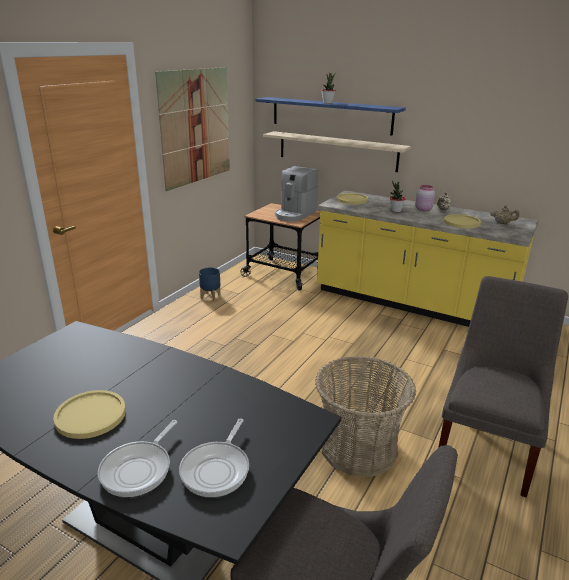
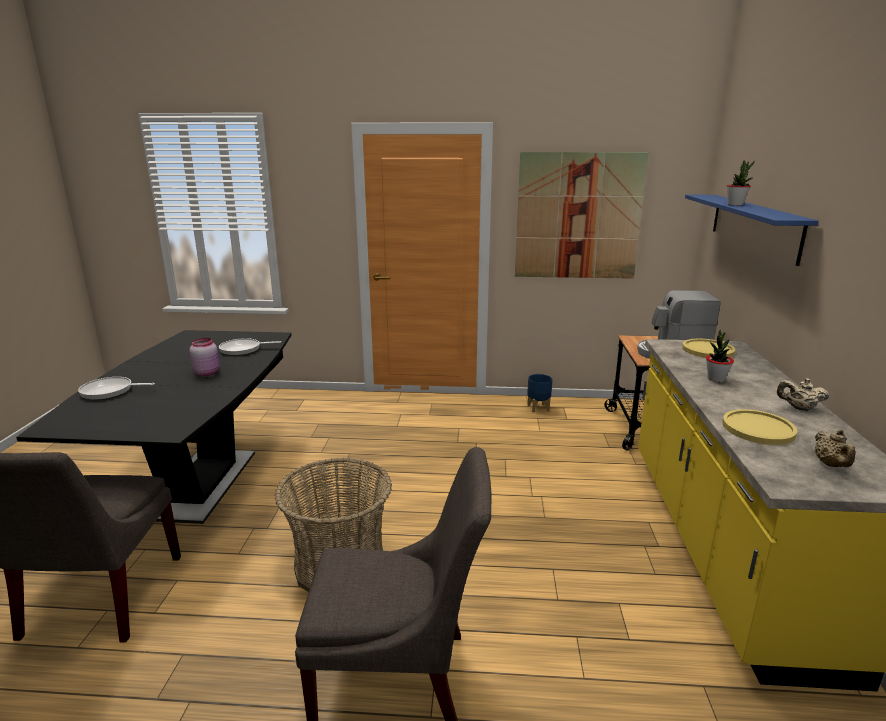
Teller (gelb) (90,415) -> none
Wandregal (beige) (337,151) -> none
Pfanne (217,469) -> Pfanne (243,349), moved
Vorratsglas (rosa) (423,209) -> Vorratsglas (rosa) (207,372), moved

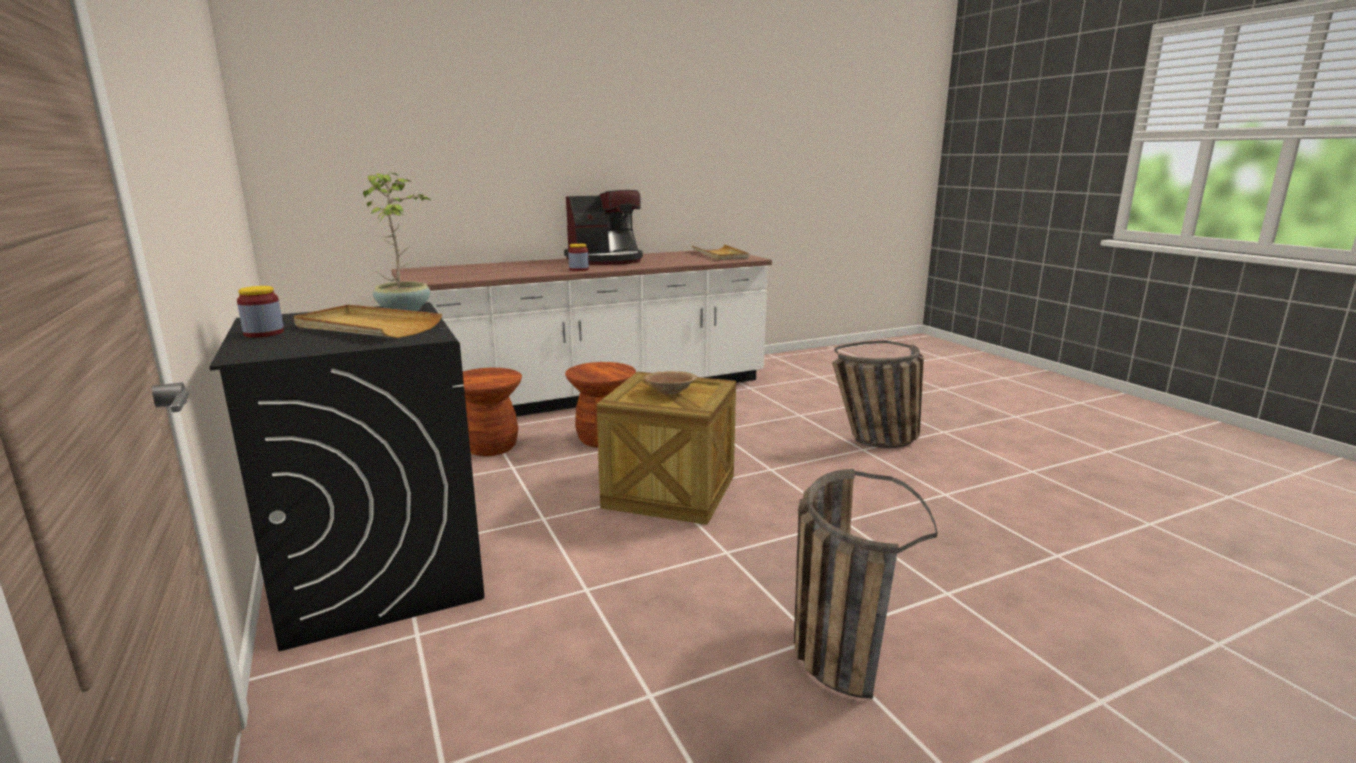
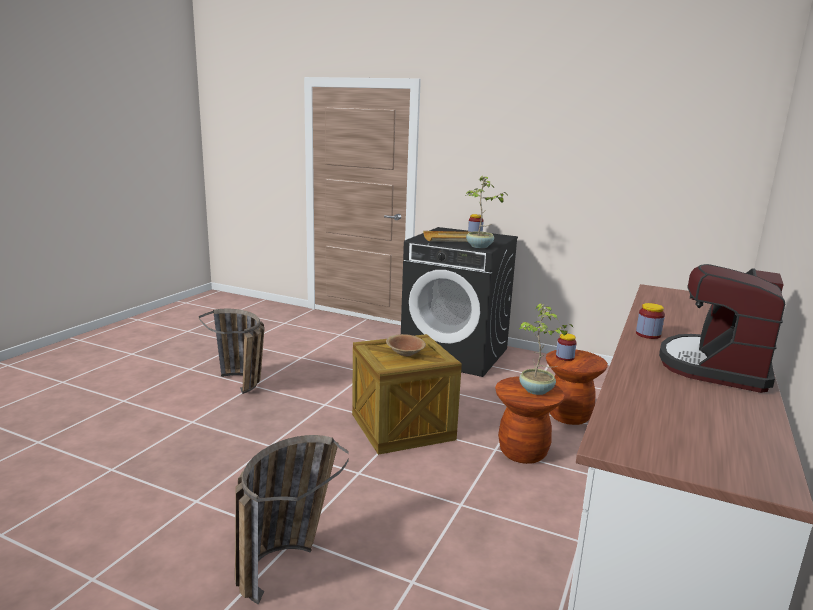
Tablett (beige) (720,255) -> none
none -> Topfpflanze (537,390)
none -> Vorratsglas (565,357)

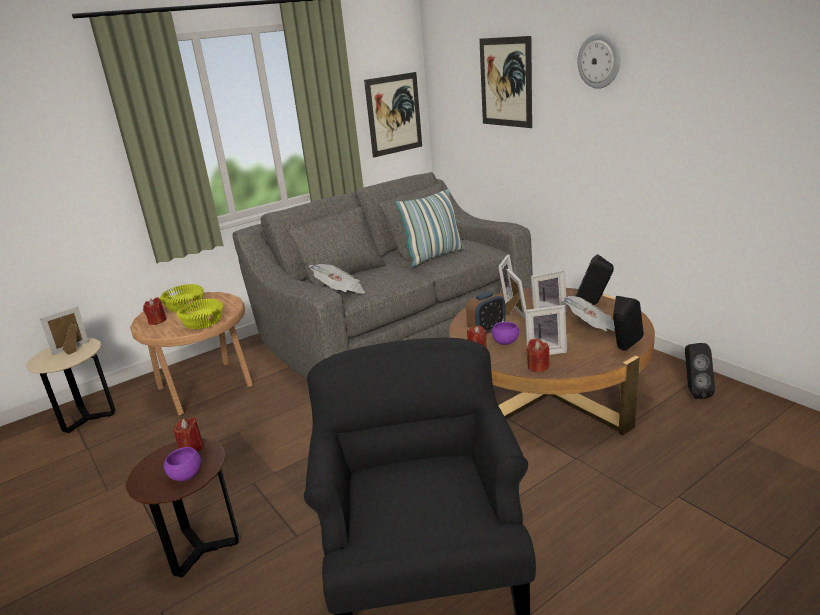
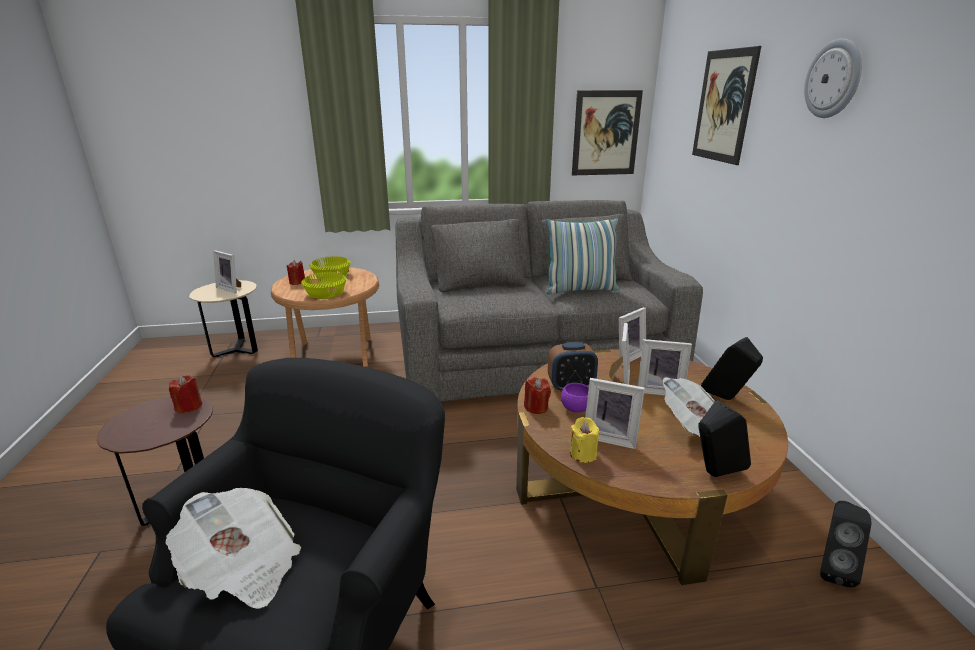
Schüssel (lila) (186,475) -> none
Zeitung (340,292) -> Zeitung (242,568), moved
Kerze (rot) (538,367) -> Kerze (gelb) (583,454)
Bilderrahmen (72,350) -> Bilderrahmen (231,288), 135 degrees counterclockwise

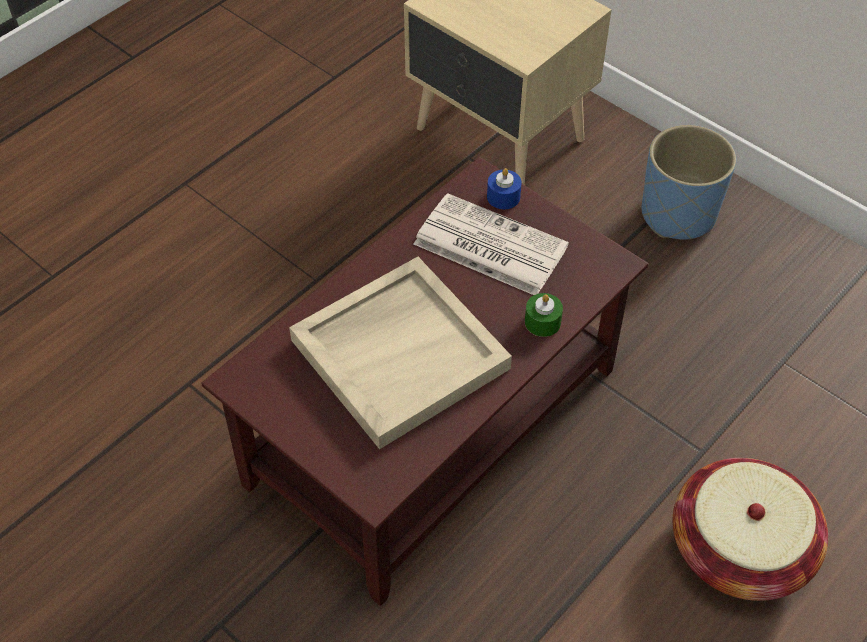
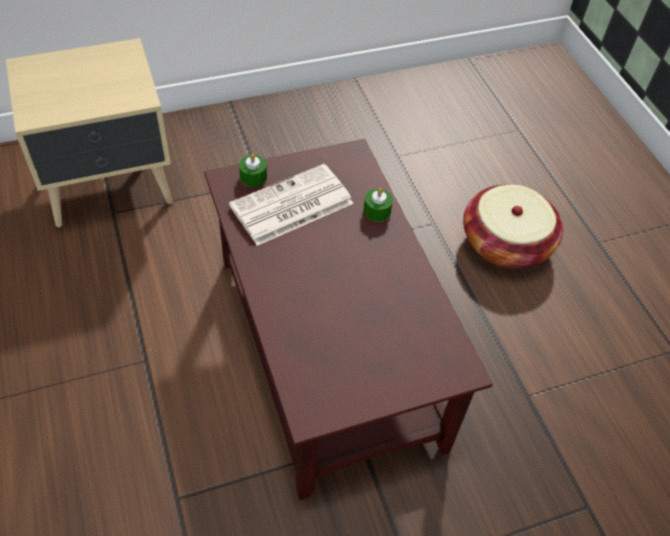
Tablett (beige) (400,352) -> none
Pflanzkübel (blau) (677,215) -> none
Kerze (blau) (503,197) -> Kerze (grün) (253,177)

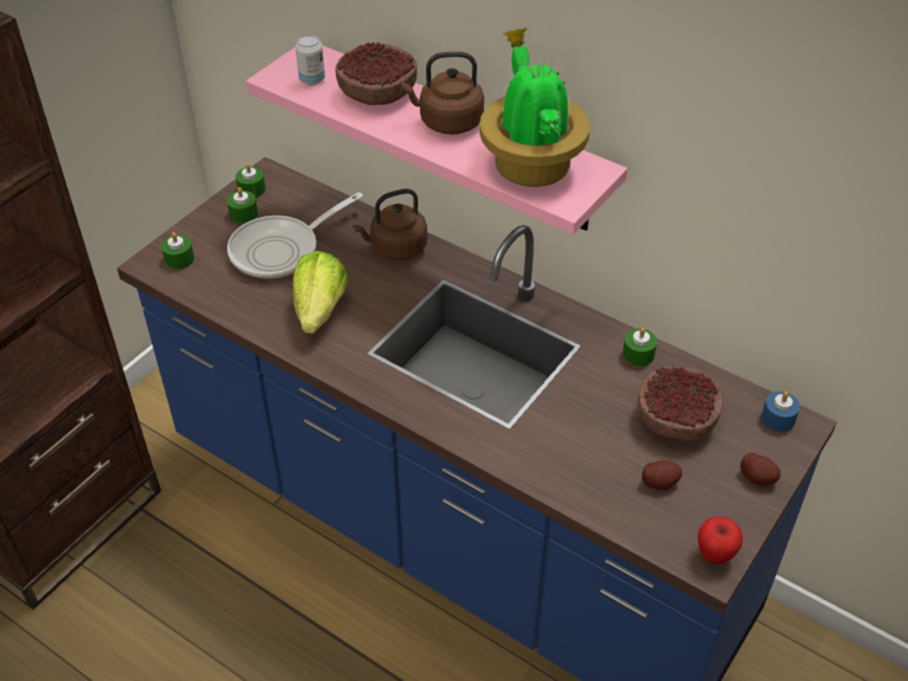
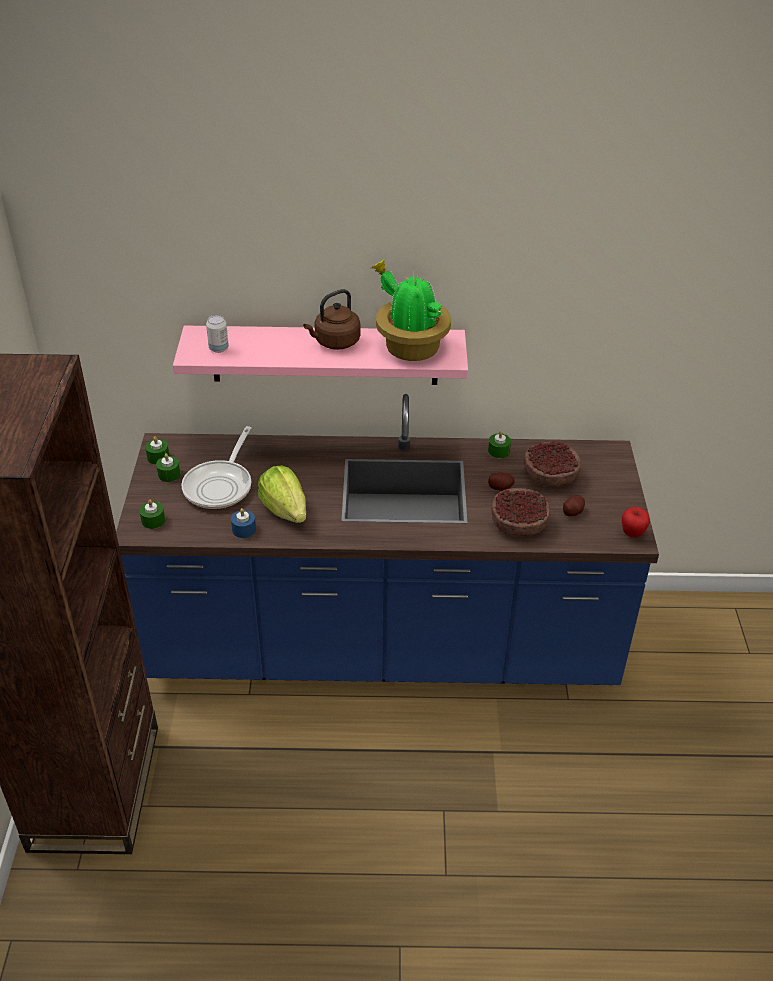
Wasserkessel (braun) (395,248) -> none
Schüssel (377,92) -> Schüssel (519,524), moved
Kartoffel (758,477) -> Kartoffel (500,487), moved
Kerze (blau) (778,418) -> Kerze (blau) (244,529), moved

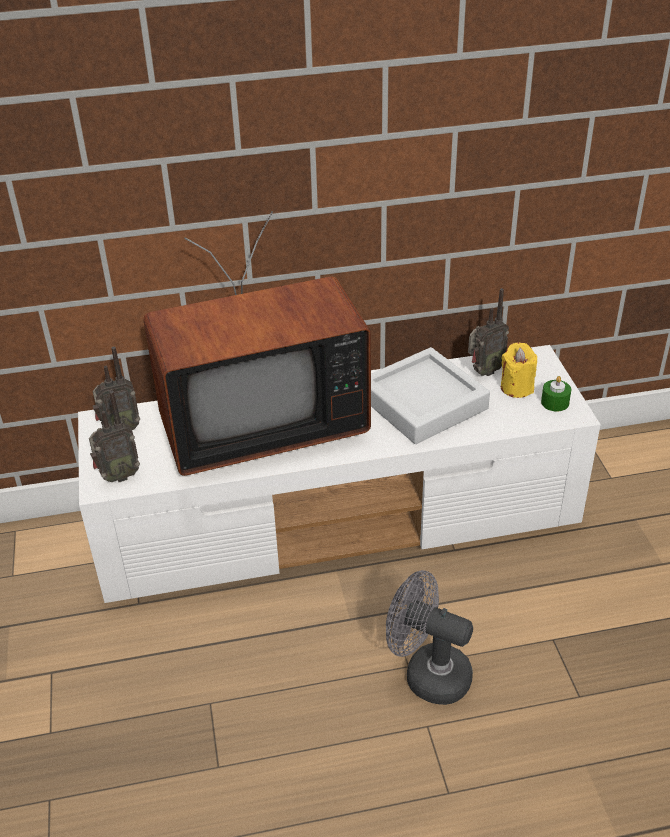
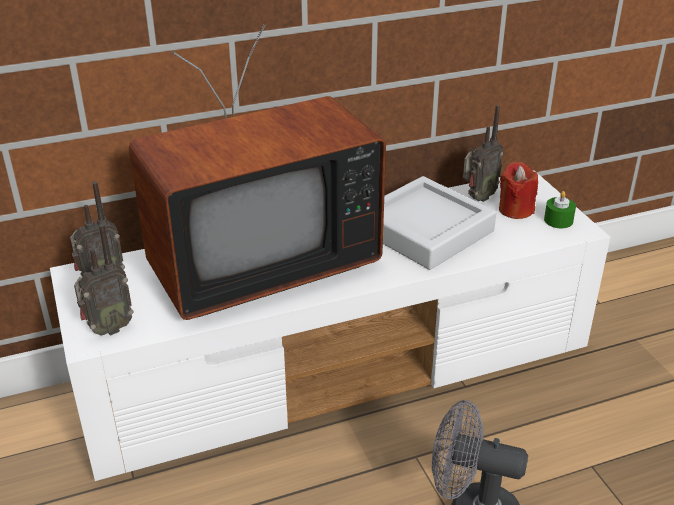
Kerze (gelb) (516,387) -> Kerze (rot) (515,210)

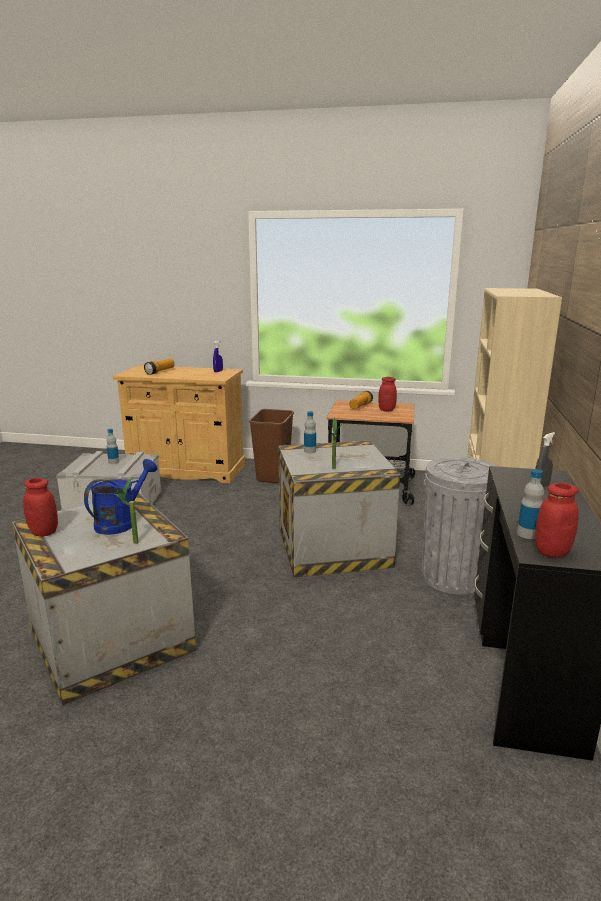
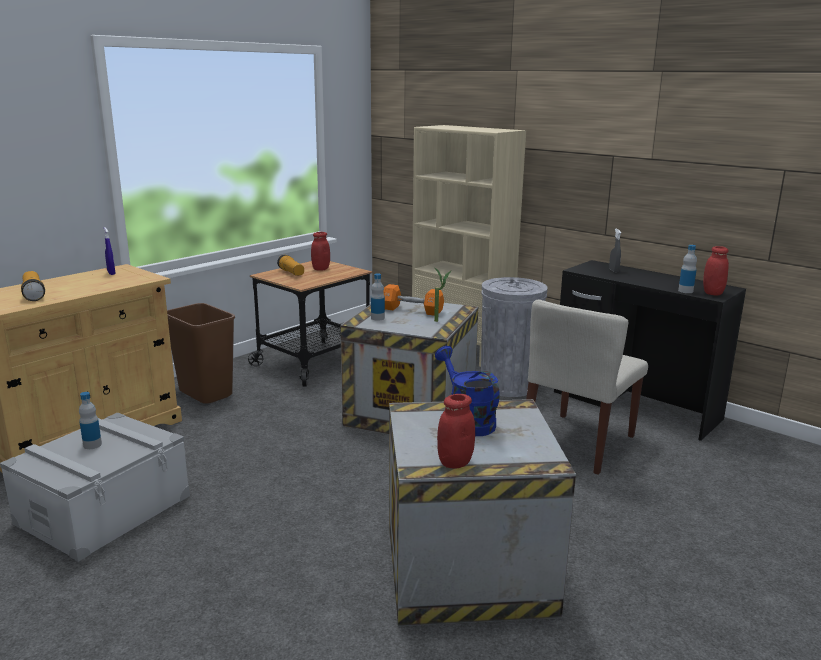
Topfpflanze (131,544) -> none
none -> Hantel (orange) (412,310)
none -> Stuhl (beige) (578,443)

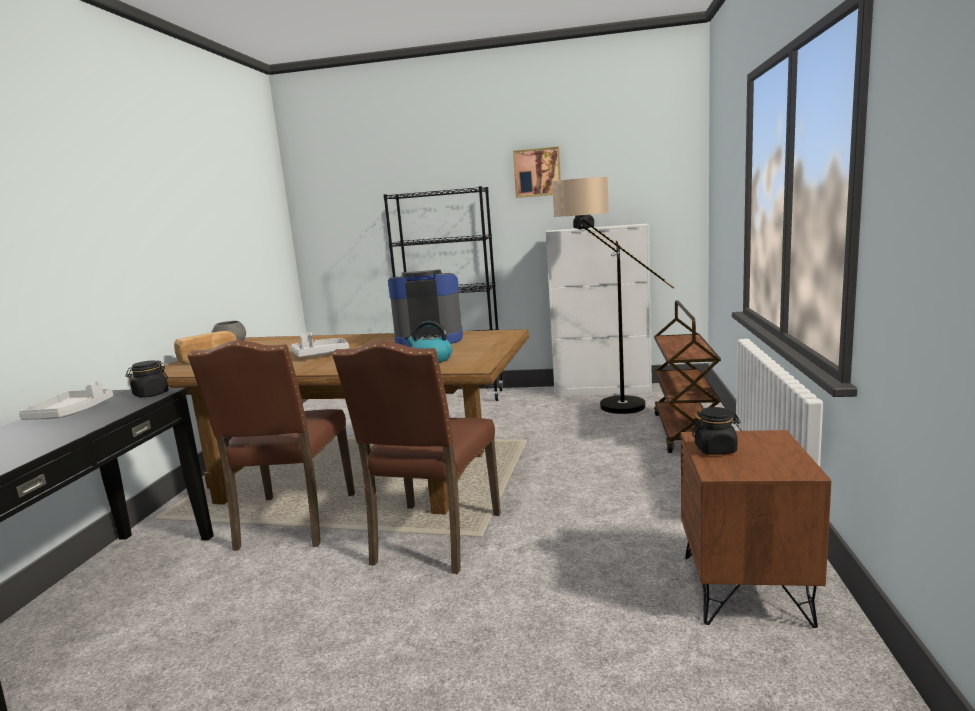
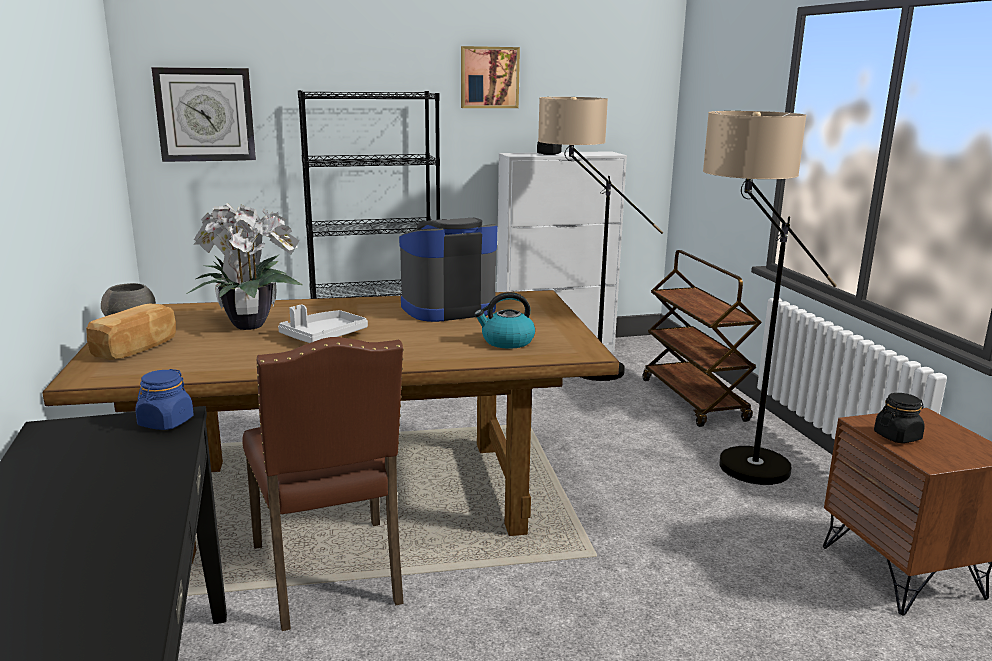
Tablett (grau) (71,413) -> none
Stuhl (braun) (433,539) -> none
none -> Wanduhr (205,114)
none -> Topfpflanze (247,325)
none -> Stehlampe (733,474)
Vorratsglas (schwarz) (151,394) -> Vorratsglas (blau) (166,422)

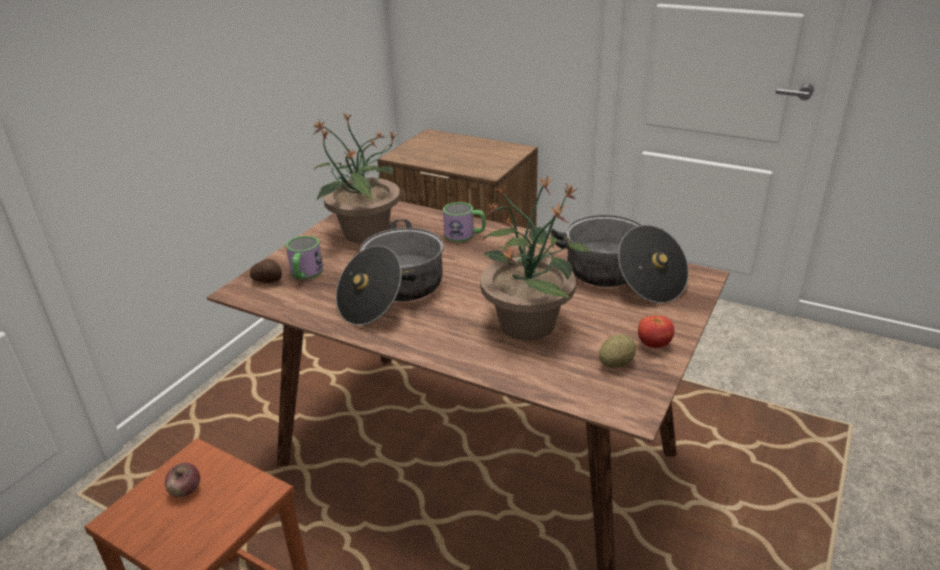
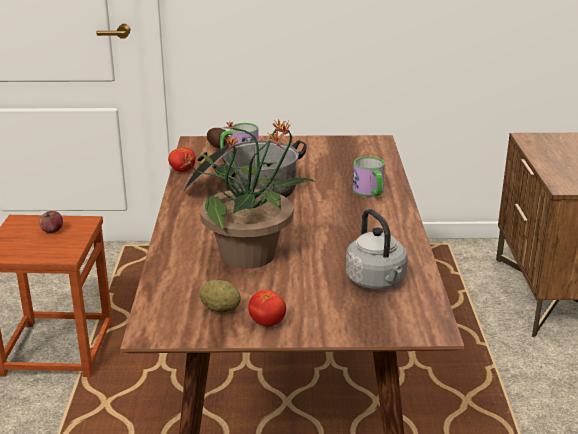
Topfpflanze (364,232) -> none
none -> Tomate (182,171)
Kochtopf (620,277) -> Wasserkessel (grau) (377,282)

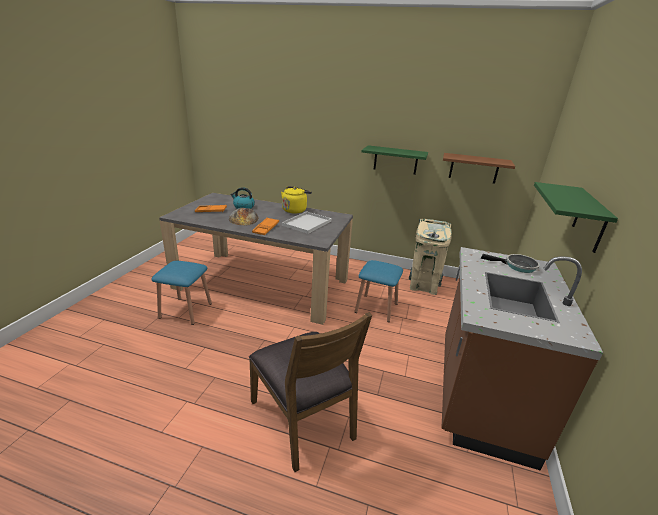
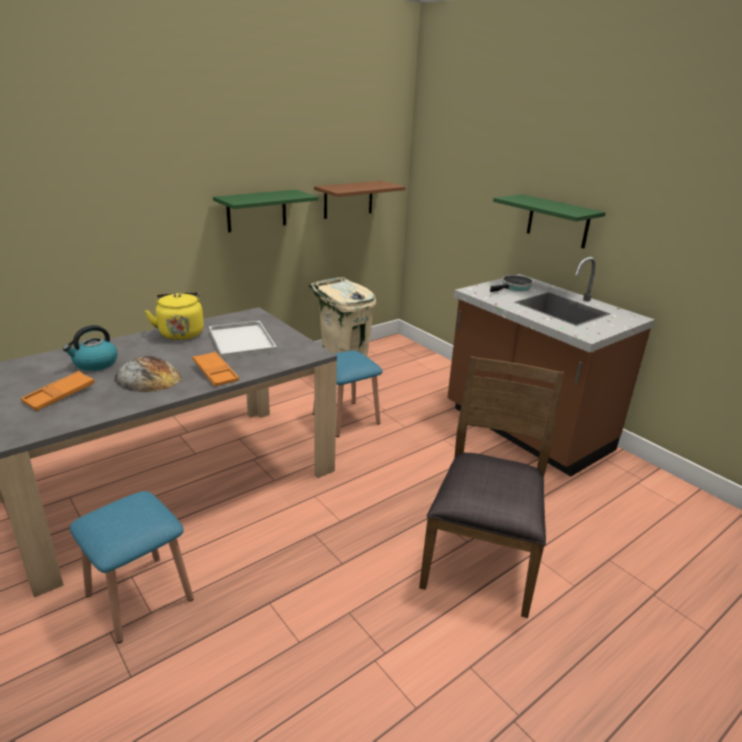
Stuhl (braun) (303,418) -> Stuhl (braun) (481,557), 75 degrees counterclockwise

